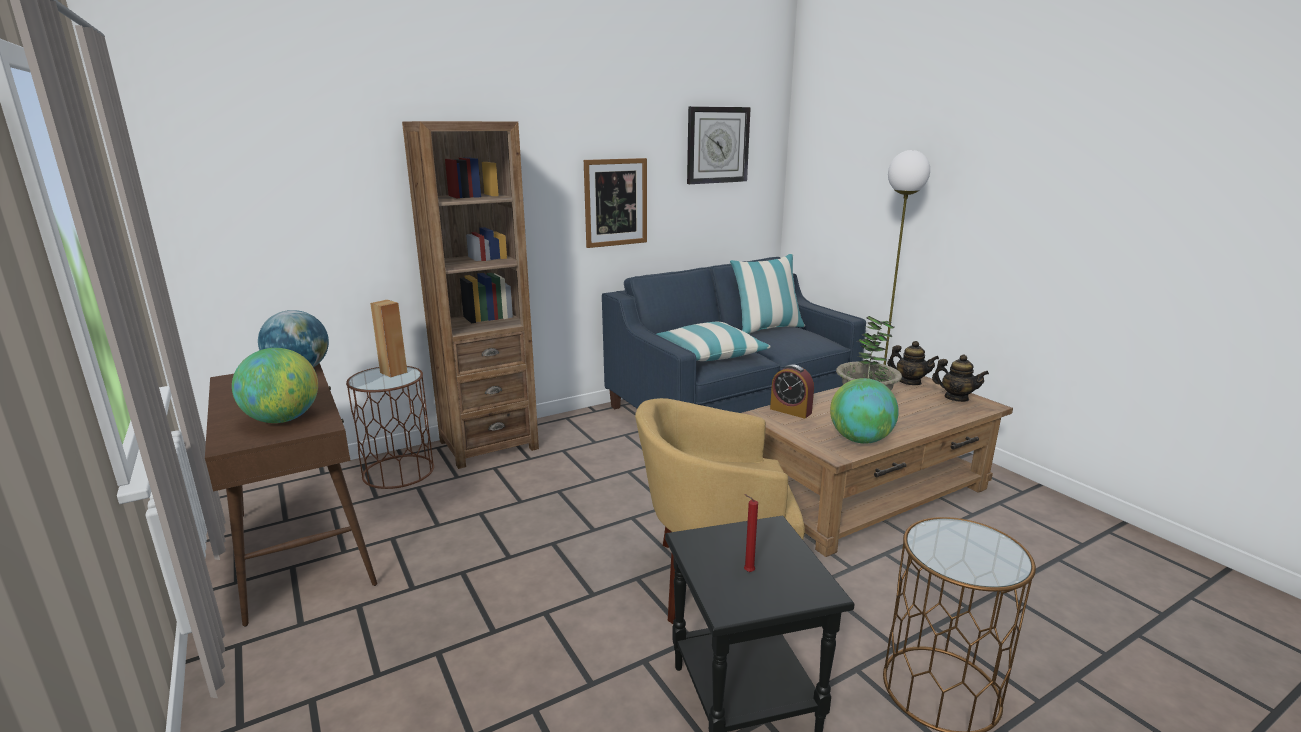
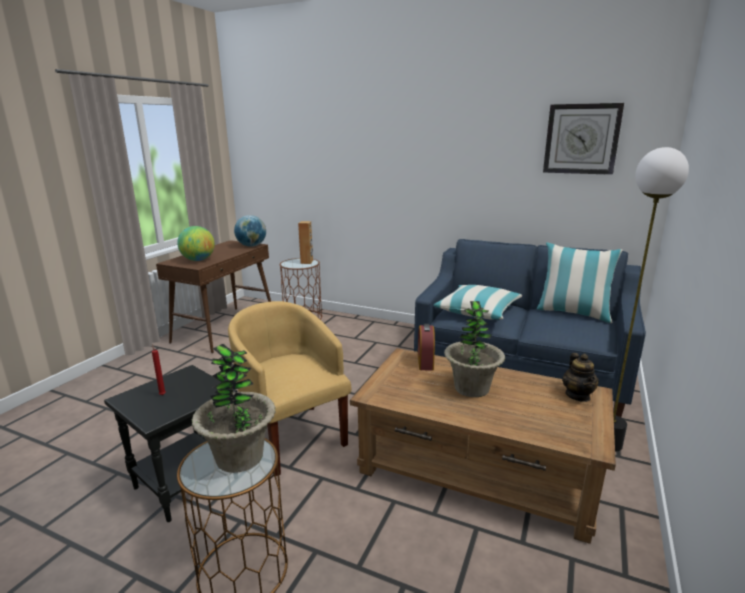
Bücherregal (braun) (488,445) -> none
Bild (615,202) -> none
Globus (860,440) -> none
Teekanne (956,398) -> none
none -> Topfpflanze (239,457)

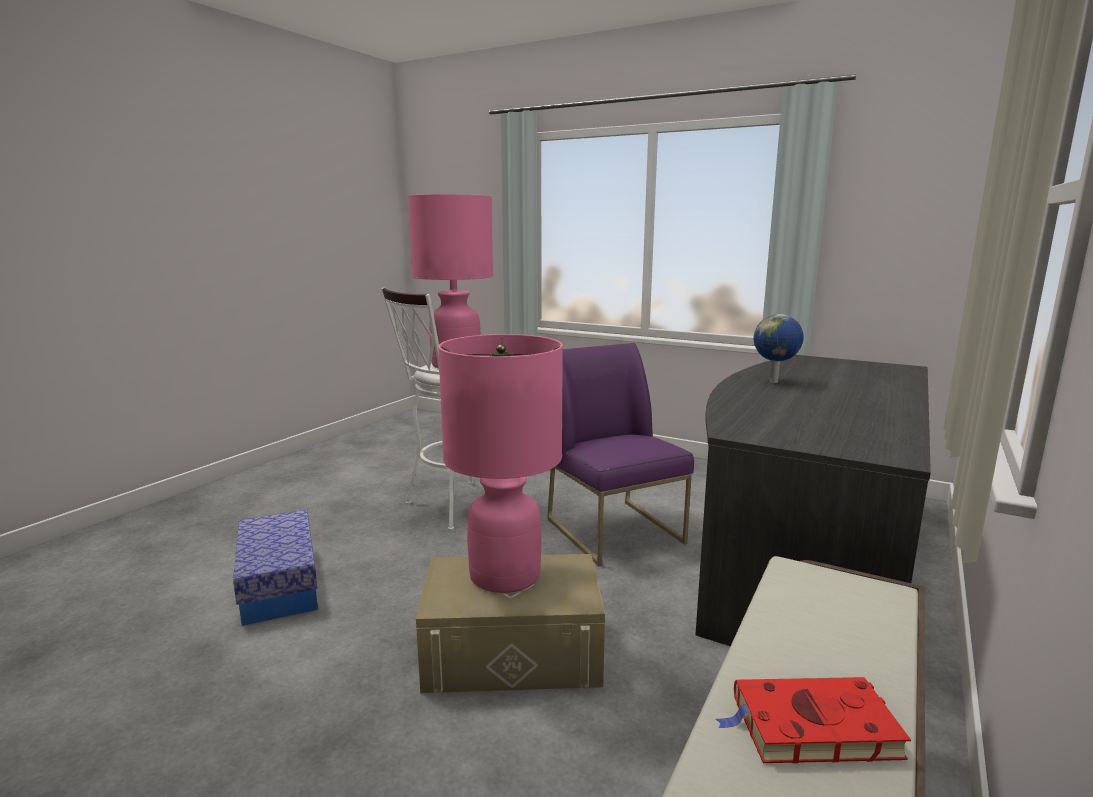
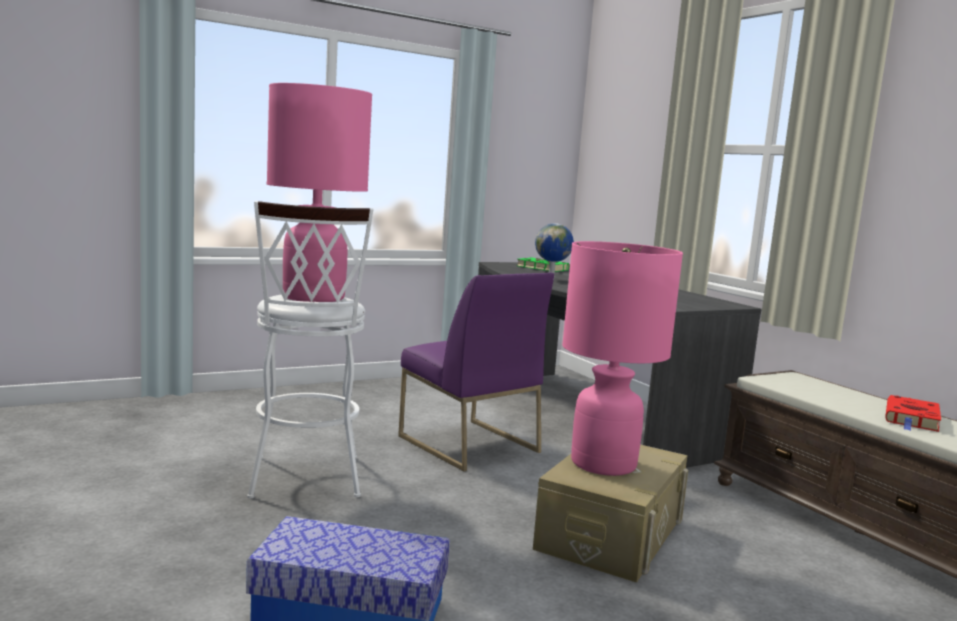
none -> Buch (grün) (540,268)
Stuhl (lila) (616,531) -> Stuhl (lila) (467,444), 135 degrees counterclockwise

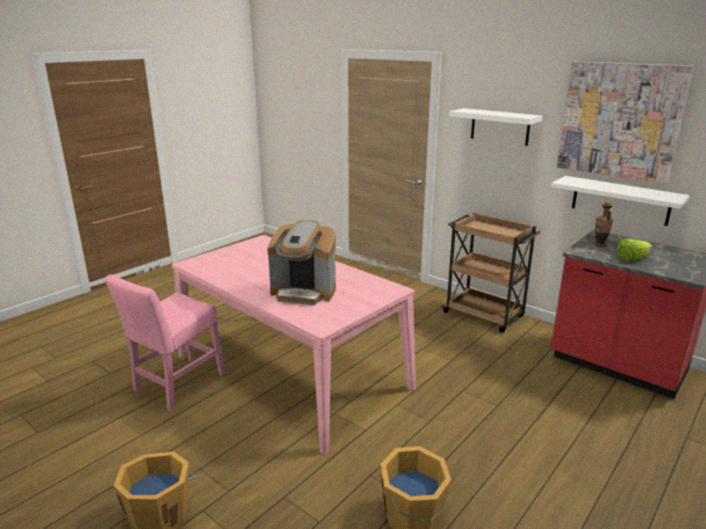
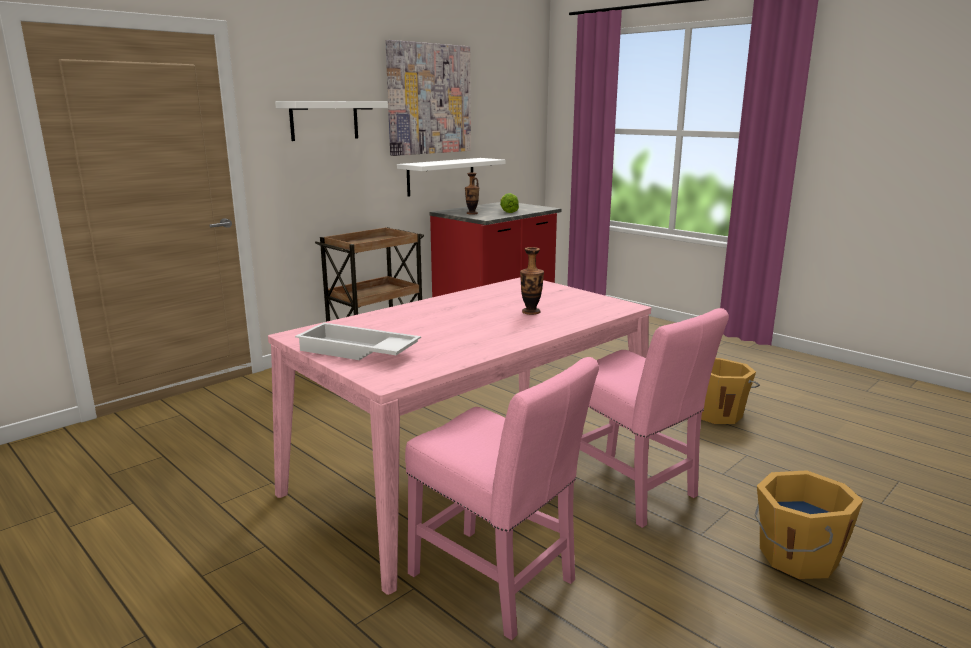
none -> Tablett (weiß) (356,351)
none -> Stuhl (rosa) (632,490)
Kaffeemaschine (304,292) -> Vase (531,312)

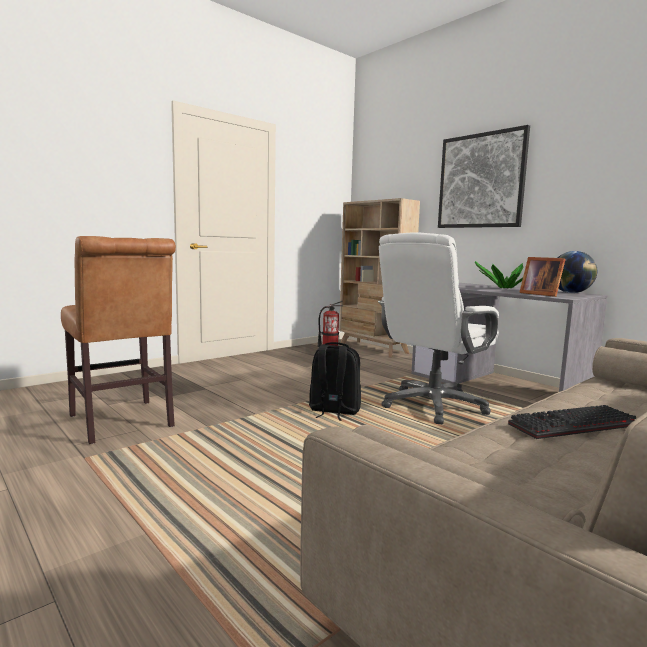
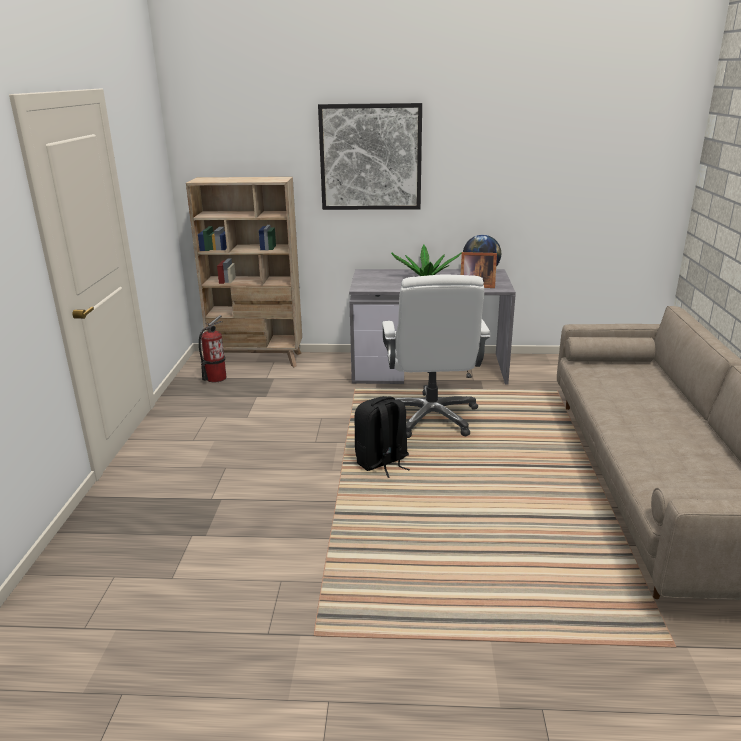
Stuhl (braun) (122,423) -> none
Tastatur (573,426) -> none

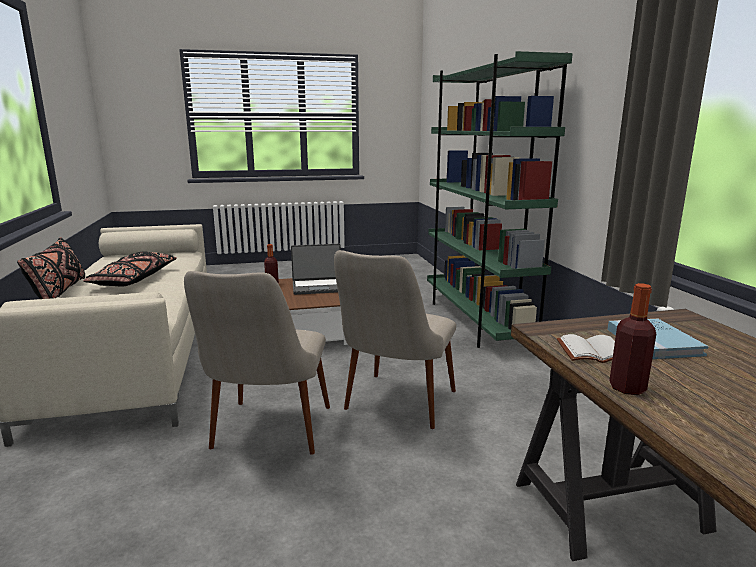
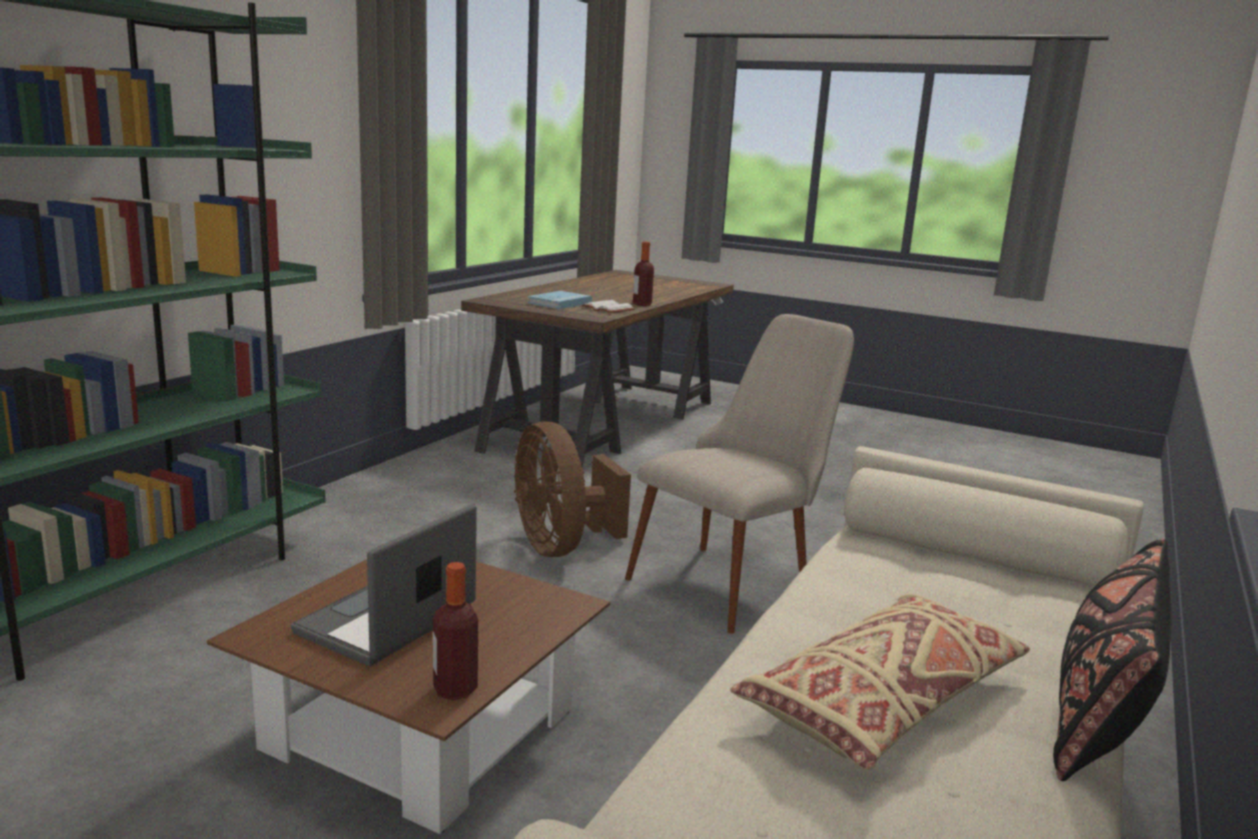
Stuhl (beige) (394,409) -> Ventilator (braun) (561,547)
Kissen (schwarz) (134,279) -> Kissen (beige) (884,702)
Laptop (318,287) -> Laptop (388,622), 90 degrees counterclockwise

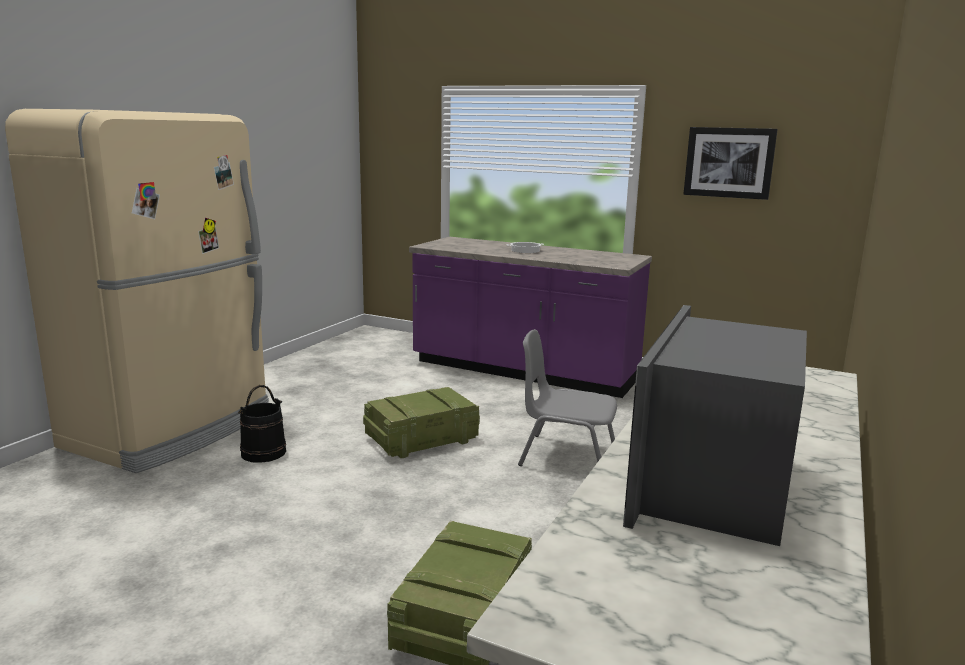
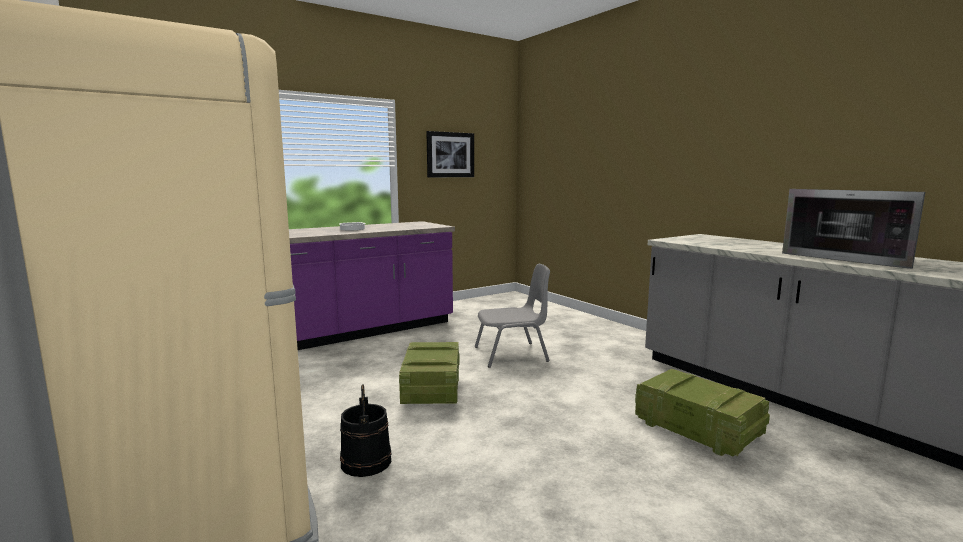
Stuhl (grau) (566,455) -> Stuhl (grau) (512,354), 150 degrees counterclockwise

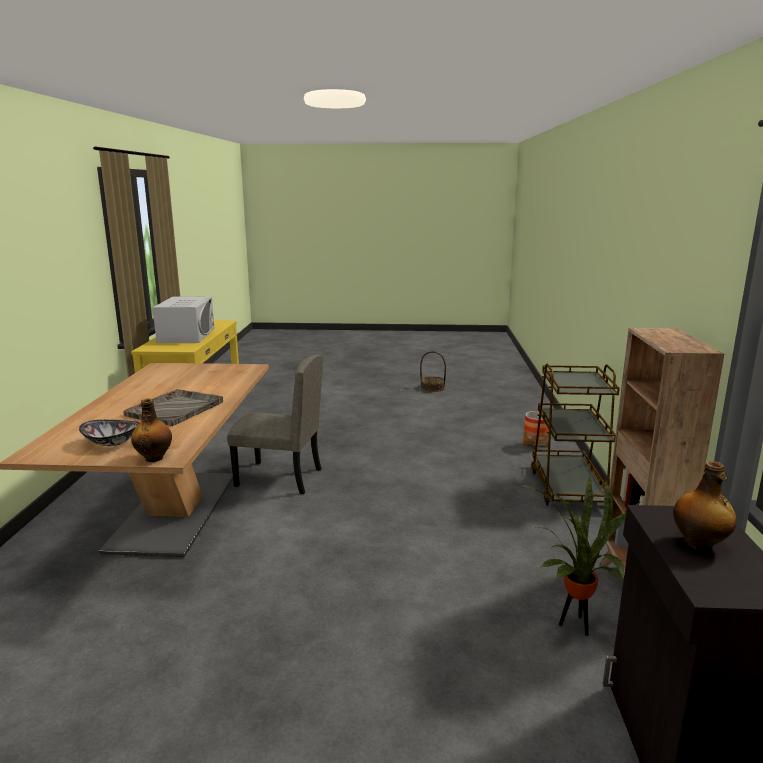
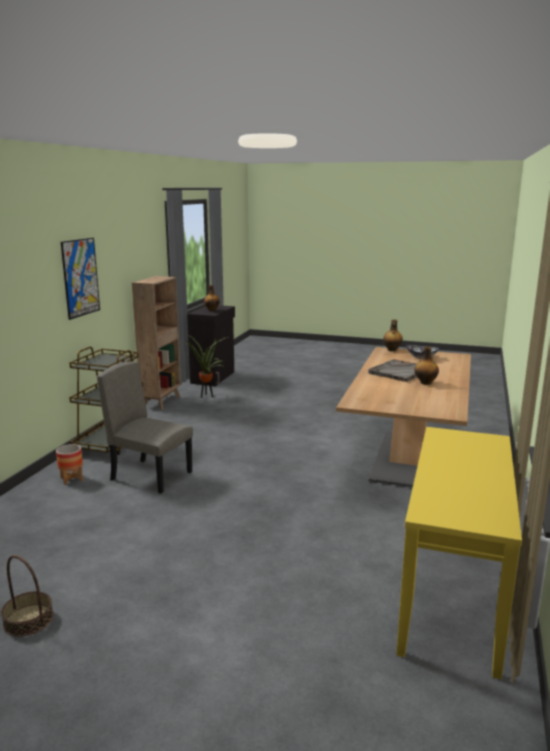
Mikrowelle (weiß) (186,335) -> none
none -> Bild (80,277)
none -> Flasche (425,383)
Stuhl (beige) (279,478) -> Stuhl (beige) (152,475), moved

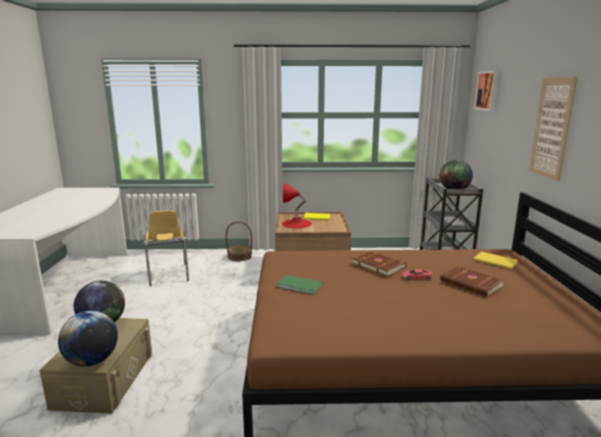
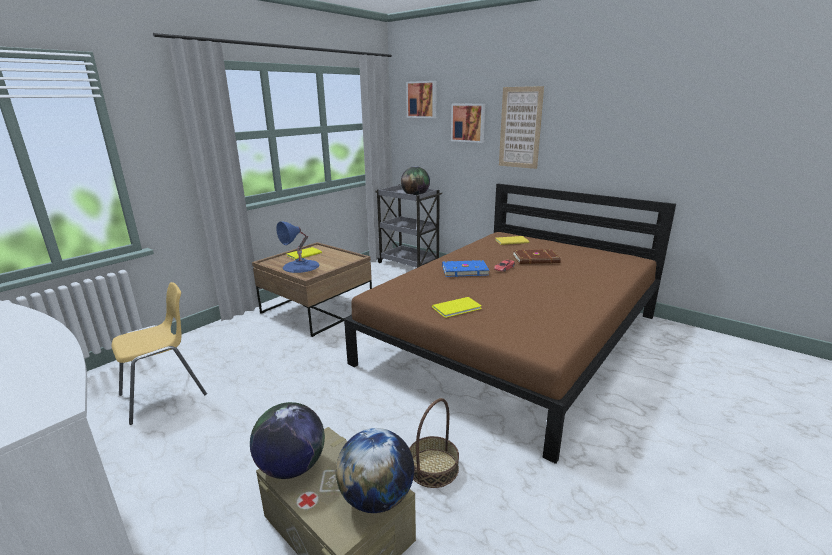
none -> Bild (468,123)
Korb (239,256) -> Korb (433,467), moved
Buch (grün) (300,286) -> Buch (gelb) (458,308)
Tischlampe (rot) (296,223) -> Tischlampe (blau) (301,266)
Buch (braun) (378,265) -> Buch (blau) (464,270)
Stuhl (gelb) (167,275) -> Stuhl (gelb) (164,395), 60 degrees counterclockwise

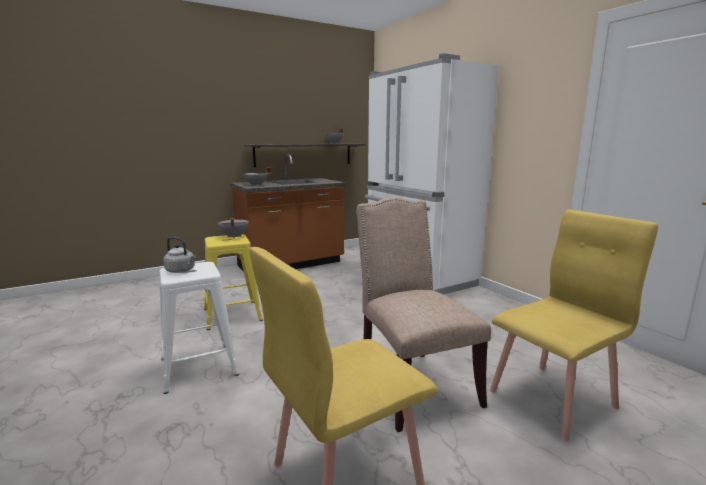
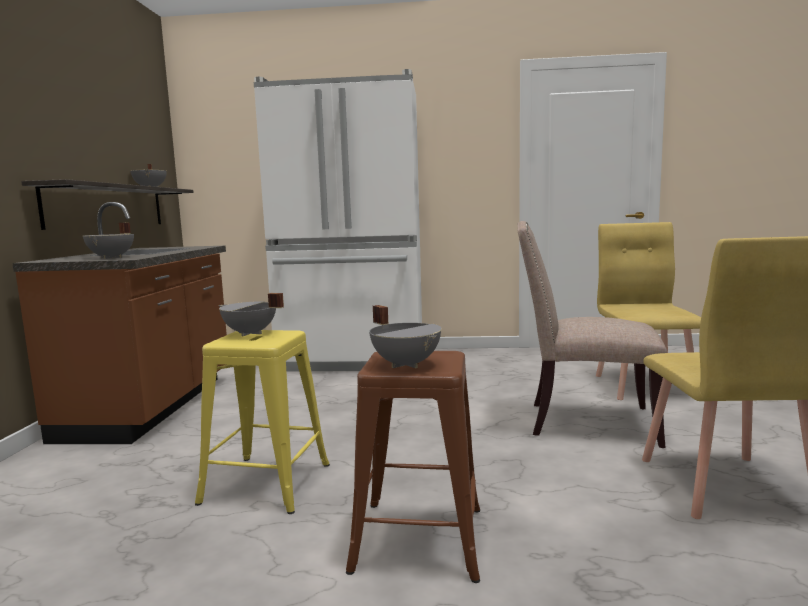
Wasserkessel (grau) (181,271) -> Kochtopf (grau) (407,364)
Hocker (weiß) (199,366) -> Hocker (braun) (419,538)

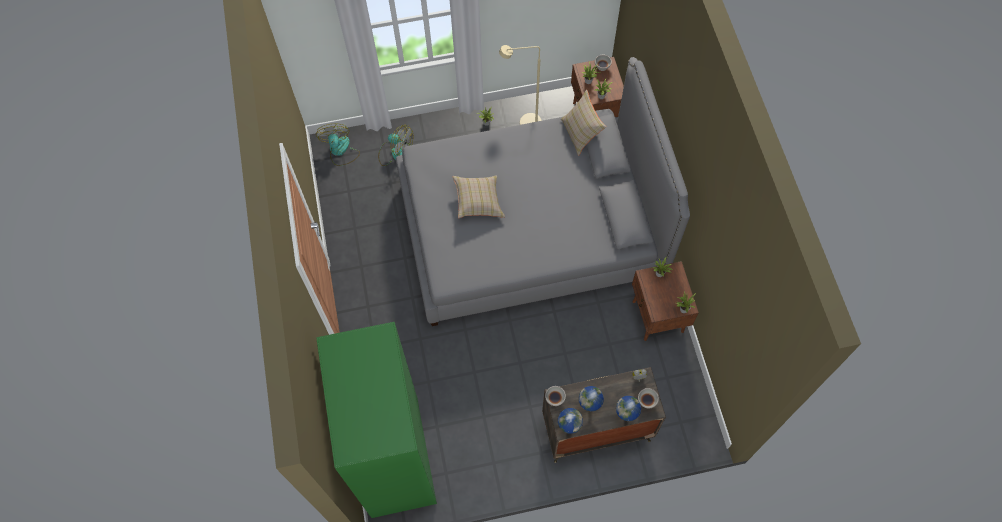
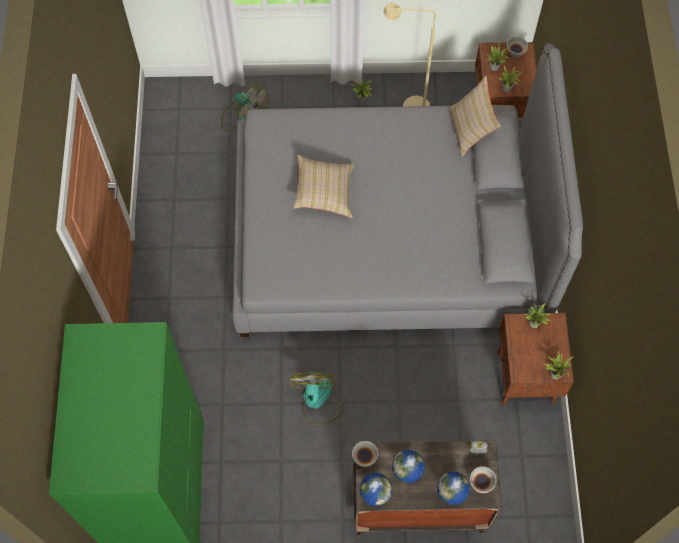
Ventilator (340,151) -> Ventilator (317,401), moved

